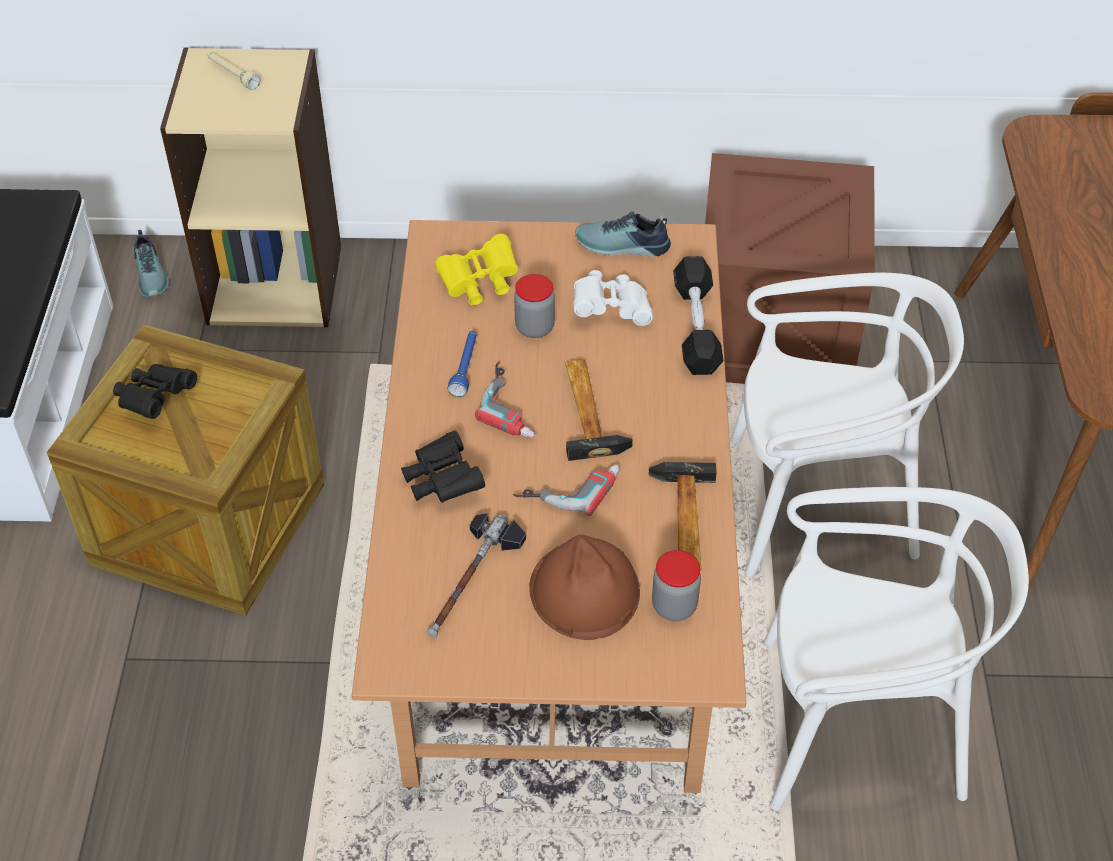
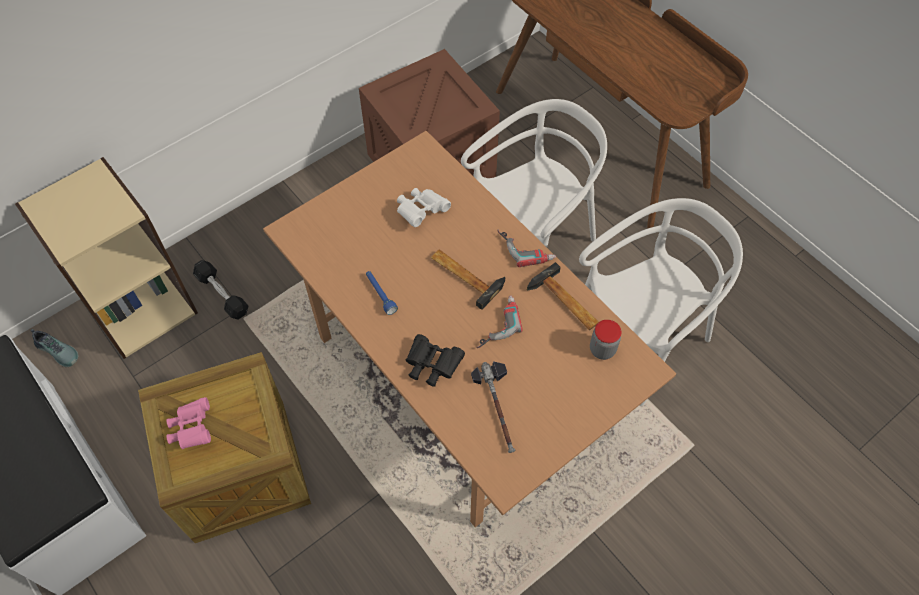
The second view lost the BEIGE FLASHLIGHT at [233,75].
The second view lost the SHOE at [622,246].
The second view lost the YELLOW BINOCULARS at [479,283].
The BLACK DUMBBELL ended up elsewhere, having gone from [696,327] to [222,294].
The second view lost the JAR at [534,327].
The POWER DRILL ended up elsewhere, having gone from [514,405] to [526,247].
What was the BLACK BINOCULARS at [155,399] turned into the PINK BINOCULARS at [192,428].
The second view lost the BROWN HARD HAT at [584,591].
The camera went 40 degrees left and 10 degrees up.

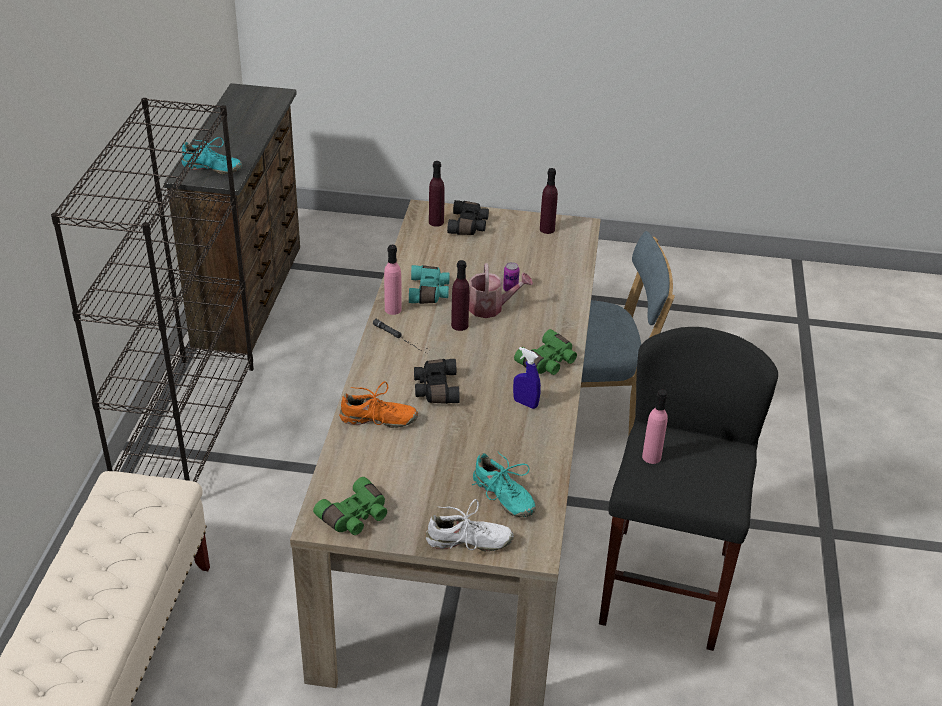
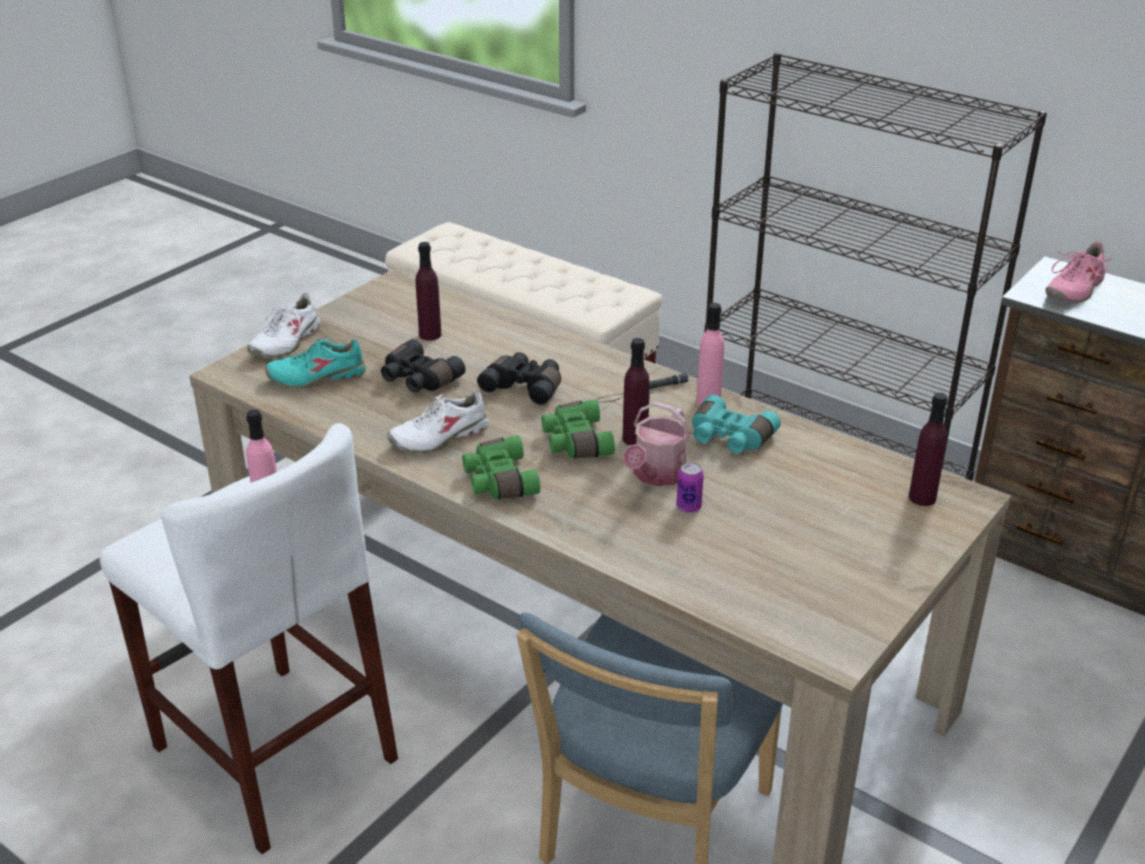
What was the TURQUOISE SHOE at [212,168] turned into the PINK SHOE at [1073,289].
The PURPLE BOTTLE ended up elsewhere, having gone from [547,229] to [430,335].
The BLACK BINOCULARS ended up elsewhere, having gone from [469,225] to [418,379].
What was the BLACK STOOL at [664,587] turned into the WHITE STOOL at [274,752].
Where the BLUE SPRAY BOTTLE stood at [525,403], the WHITE SHOE came to stand at [439,437].
The second view lost the ORANGE SHOE at [378,420].
The GREEN BINOCULARS ended up elsewhere, having gone from [355,517] to [575,442].
The camera went 120 degrees right and 5 degrees down.

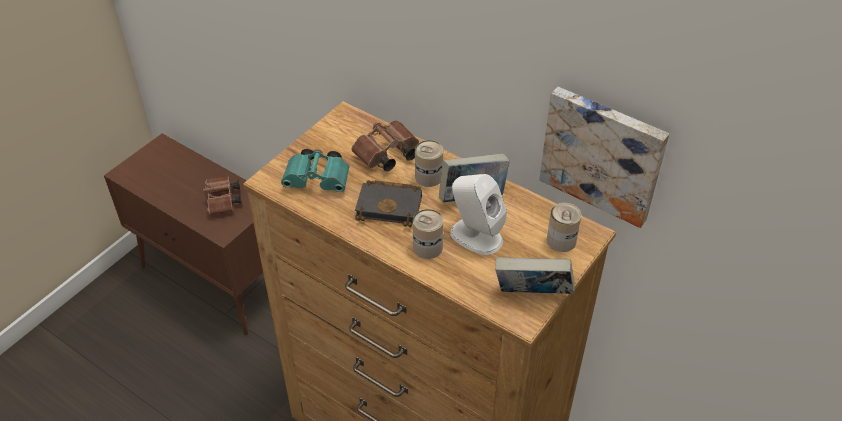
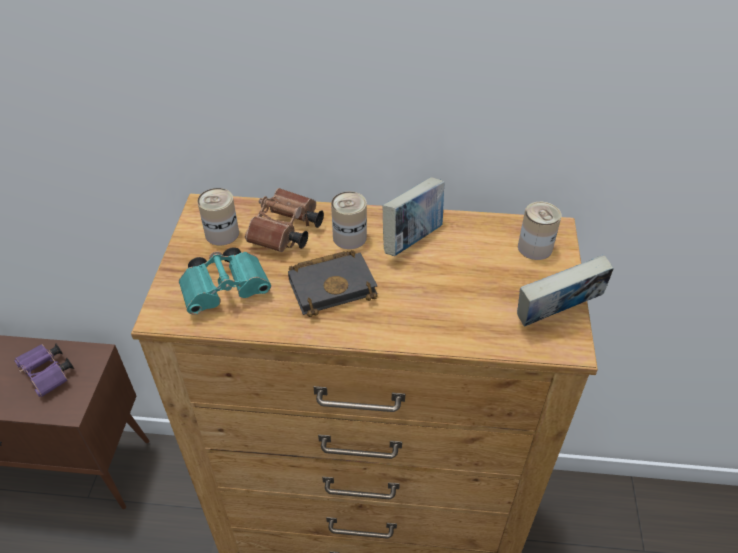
The second view lost the PICTURE at [603,154].
The second view lost the WHITE SPEAKER at [475,236].
What was the BROWN BINOCULARS at [223,202] turned into the PURPLE BINOCULARS at [48,375].
The CAN ended up elsewhere, having gone from [427,247] to [222,233].
The camera went 30 degrees left and 0 degrees up.

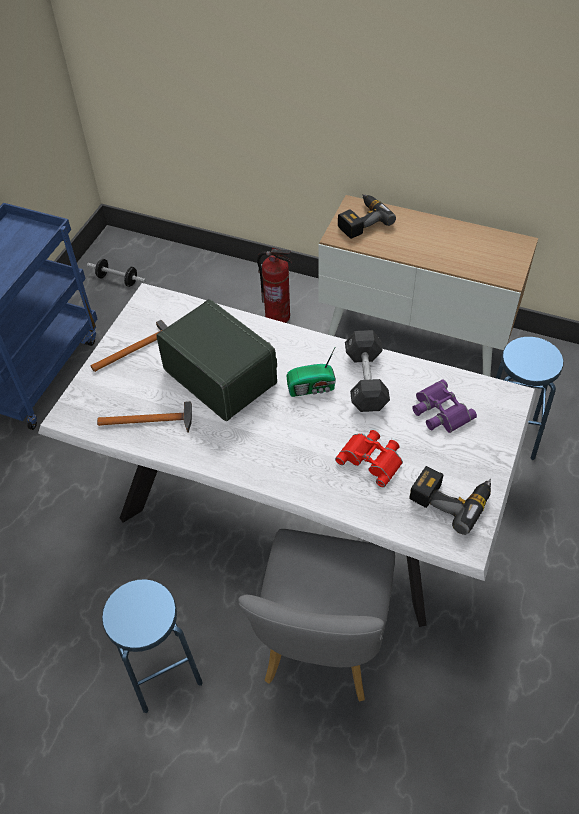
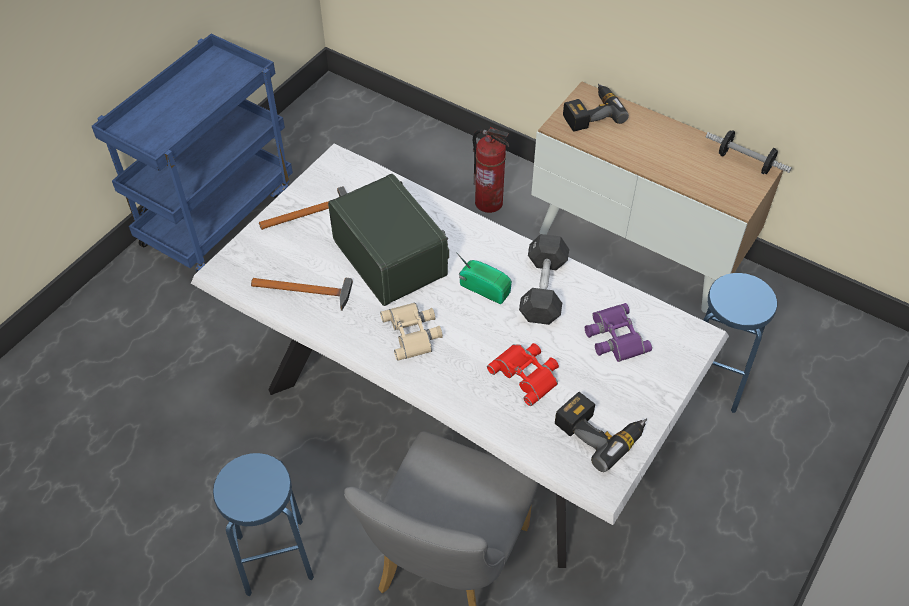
The DUMBBELL ended up elsewhere, having gone from [118,280] to [744,162].
The RADIO at [312,388] ended up facing another way, 150 degrees counterclockwise from before.
The second view gained the BEIGE BINOCULARS at [413,333].
The camera went 10 degrees right and 0 degrees up.

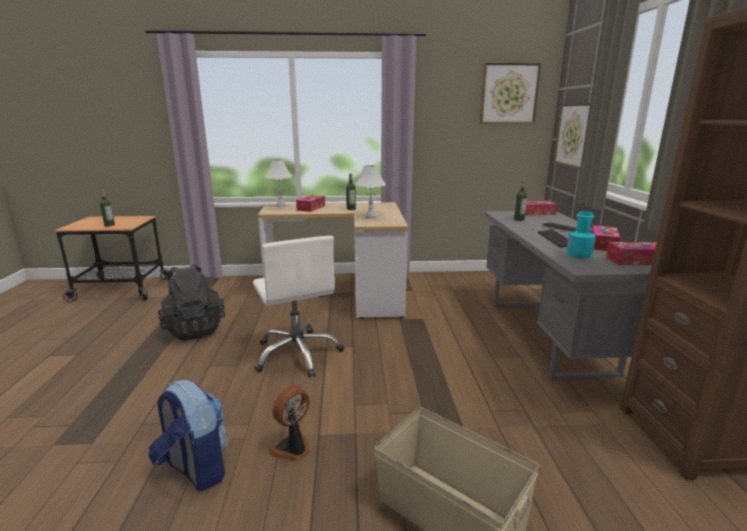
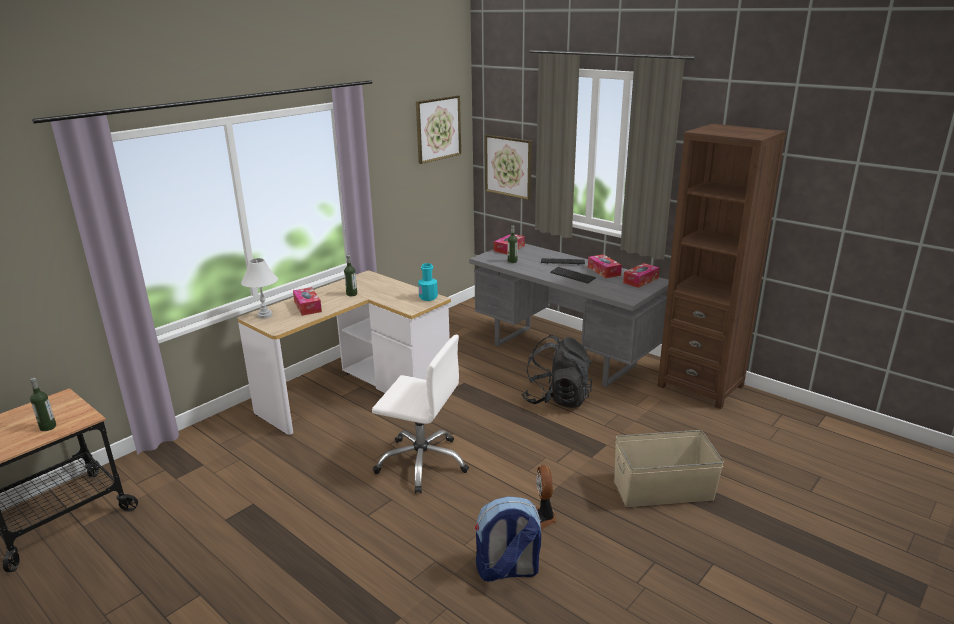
The second view lost the WHITE TABLE LAMP at [370,217].
The TURQUOISE BOTTLE ended up elsewhere, having gone from [578,255] to [428,297].
The BLACK BACKPACK ended up elsewhere, having gone from [194,329] to [556,399].
The camera went 45 degrees left and 5 degrees up.

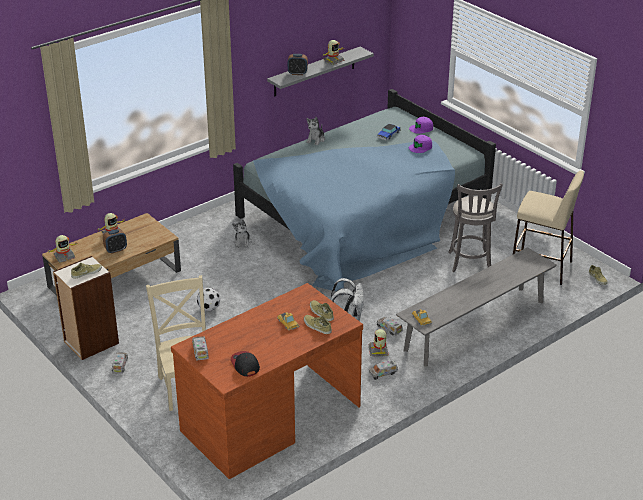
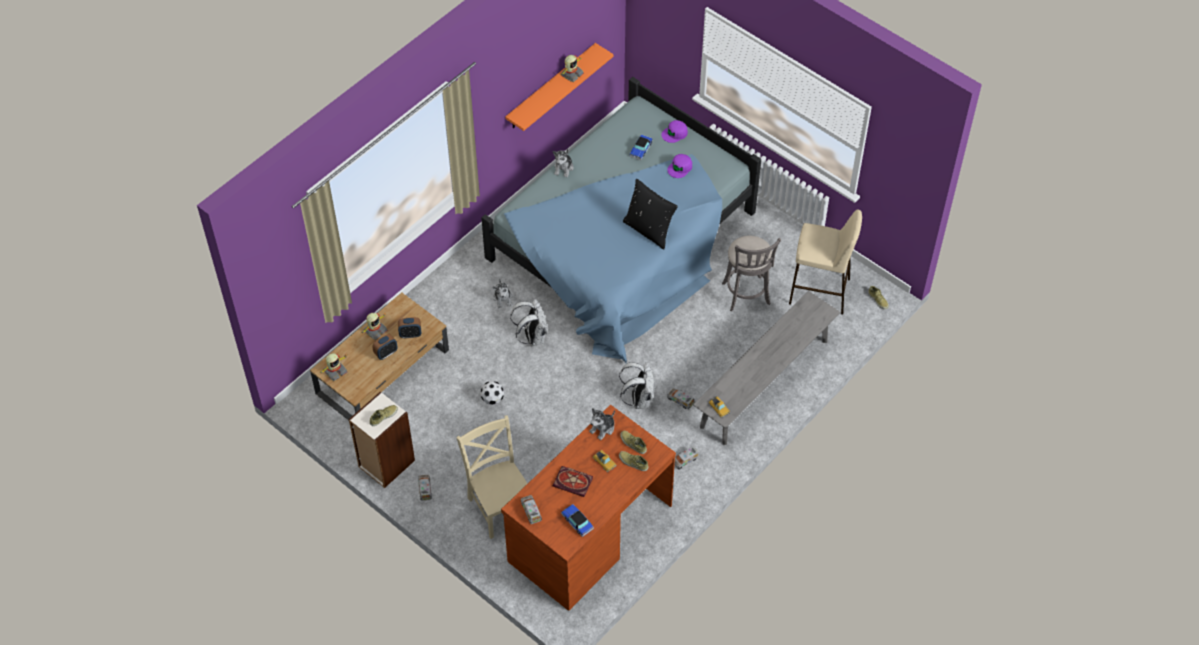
What was the GREY SHELF at [314,72] turned into the ORANGE SHELF at [551,87].
The ALARM CLOCK ended up elsewhere, having gone from [297,73] to [410,334].
The second view lost the TOY ROBOT at [379,350].
Where the CAP stood at [245,365], the TOY CAR came to stand at [577,522].
The second view gained the BLACK PILLOW at [649,230].
The second view gained the WHITE BACKPACK at [532,337].
The second view gained the PLUSH TOY at [603,428].
The second view gained the BOOK at [574,482].
The camera went 10 degrees left and 20 degrees up.

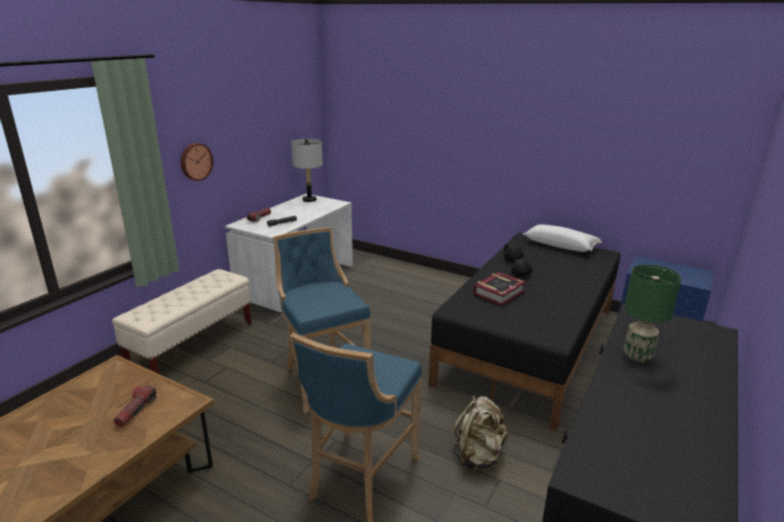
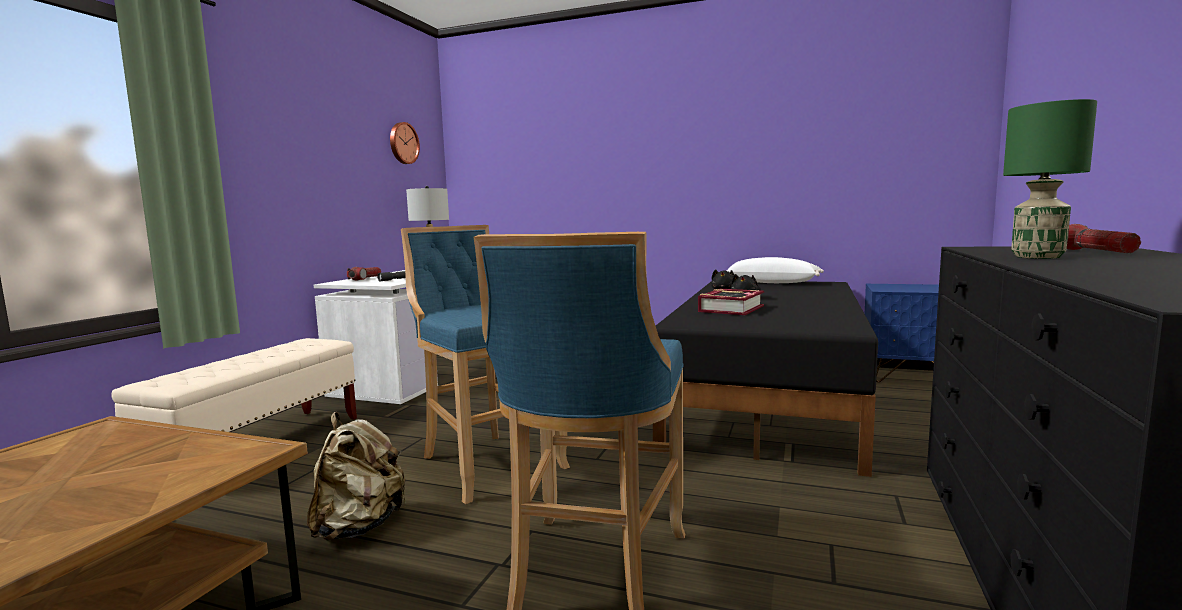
The WALL CLOCK ended up elsewhere, having gone from [195,161] to [403,143].
The FLASHLIGHT ended up elsewhere, having gone from [136,411] to [1093,251].
The BEIGE BACKPACK ended up elsewhere, having gone from [478,456] to [359,527].
The camera went 10 degrees left and 15 degrees down.

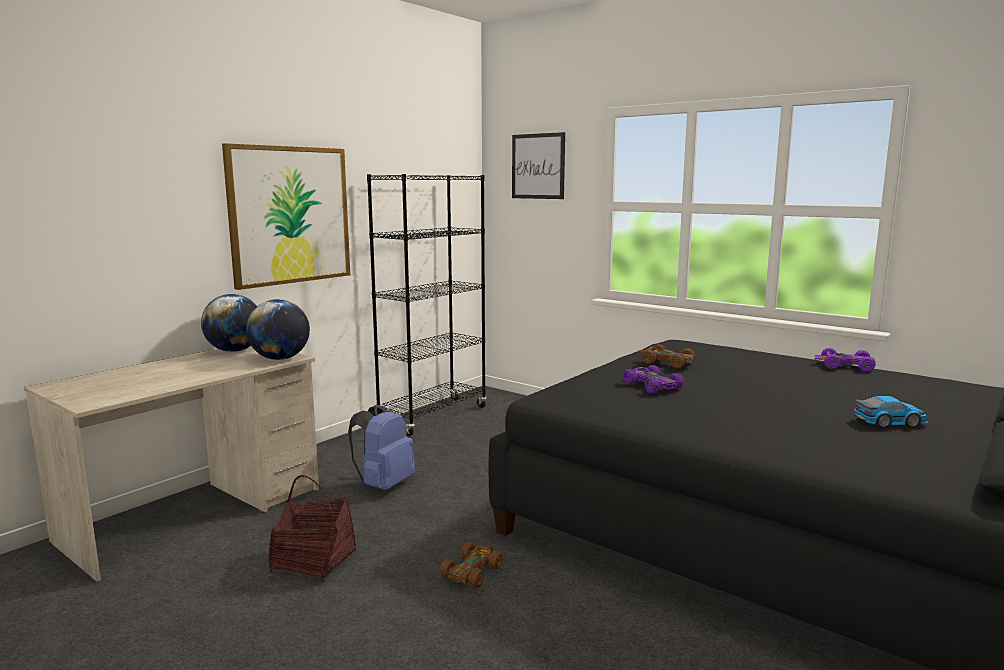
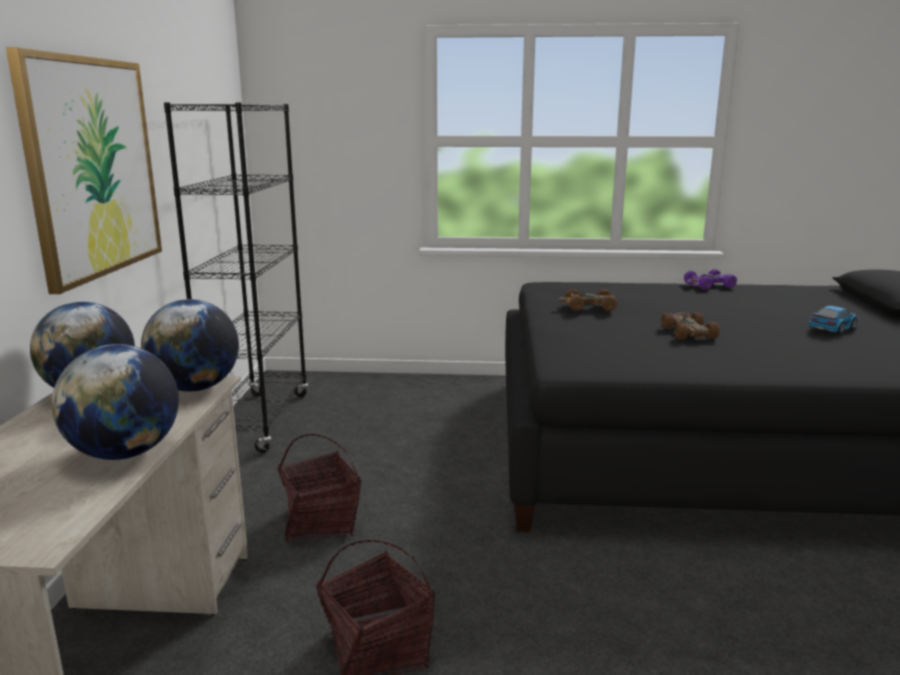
The second view lost the PICTURE at [538,166].
The second view lost the PURPLE TOY CAR at [651,386].
Where the BLUE BACKPACK stood at [384,485], the BASKET came to stand at [321,522].
The BROWN TOY CAR ended up elsewhere, having gone from [472,571] to [687,333].
The second view gained the GLOBE at [125,453].
The camera went 35 degrees left and 5 degrees up.

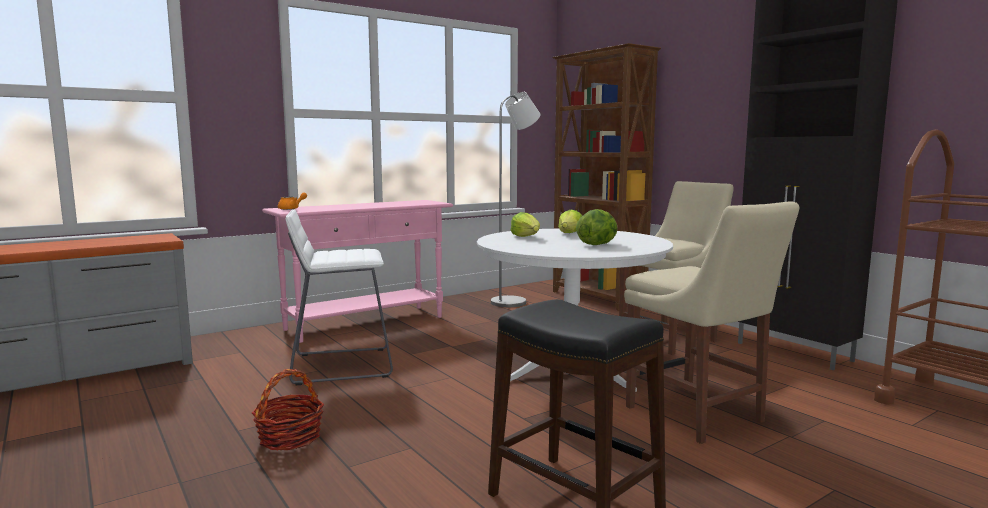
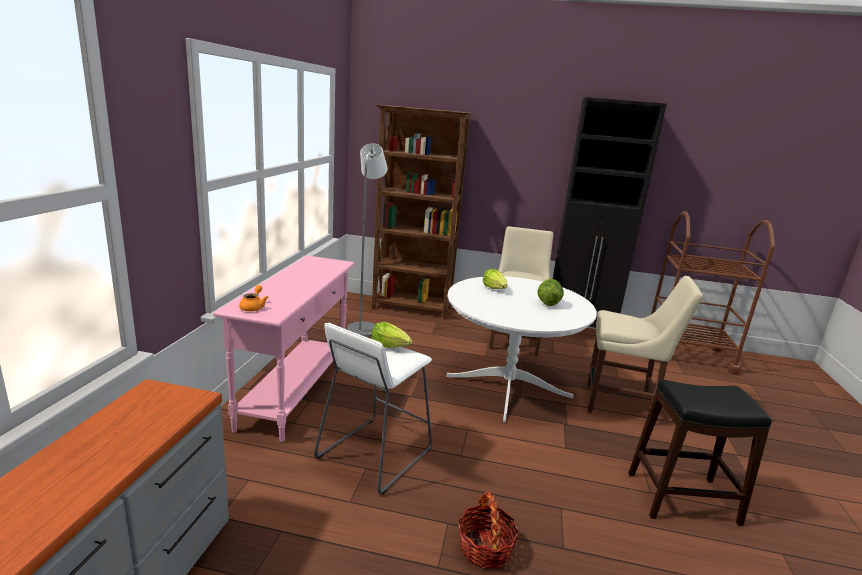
The LETTUCE ended up elsewhere, having gone from [526,237] to [390,346].
The camera went 45 degrees left and 10 degrees up.

